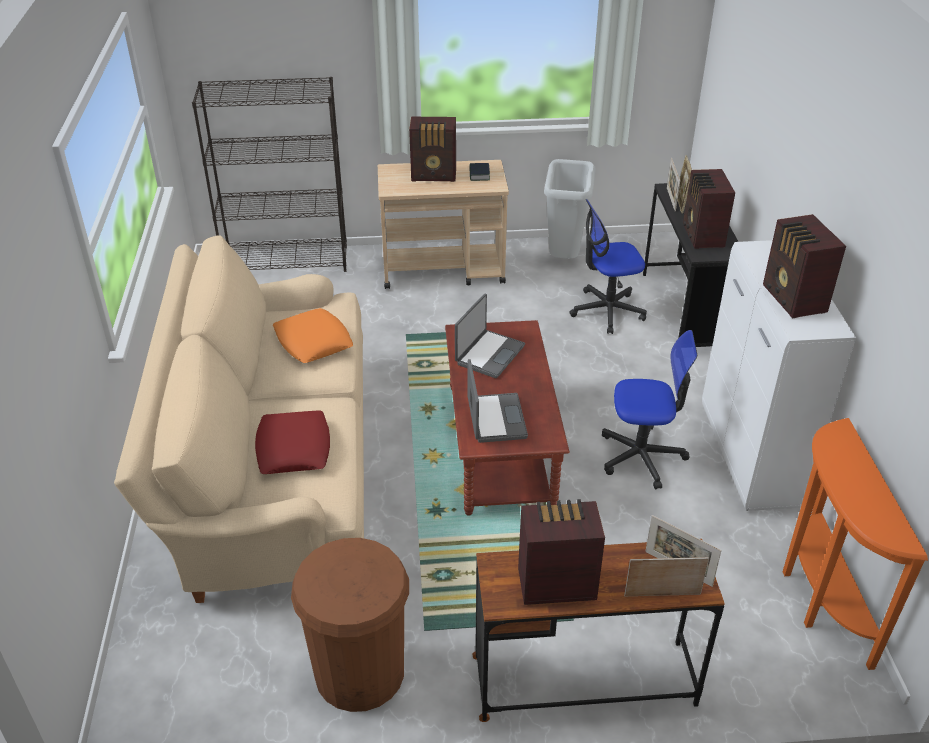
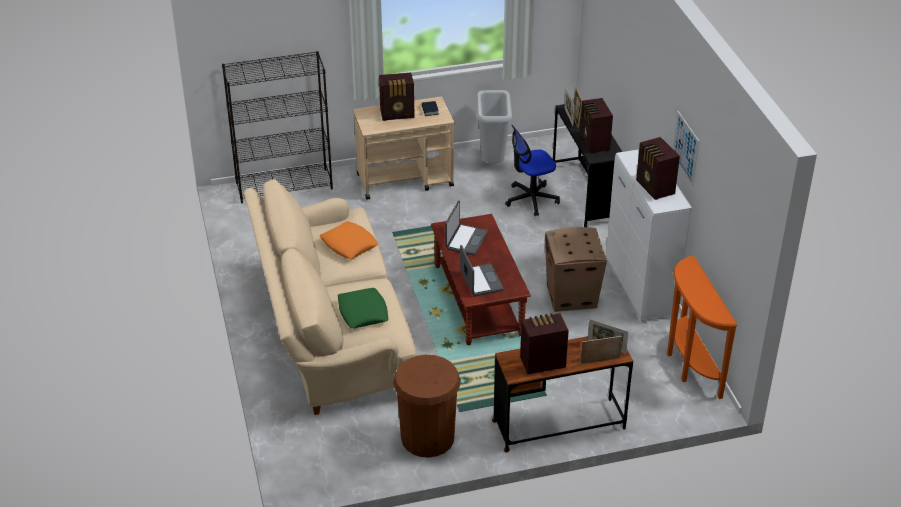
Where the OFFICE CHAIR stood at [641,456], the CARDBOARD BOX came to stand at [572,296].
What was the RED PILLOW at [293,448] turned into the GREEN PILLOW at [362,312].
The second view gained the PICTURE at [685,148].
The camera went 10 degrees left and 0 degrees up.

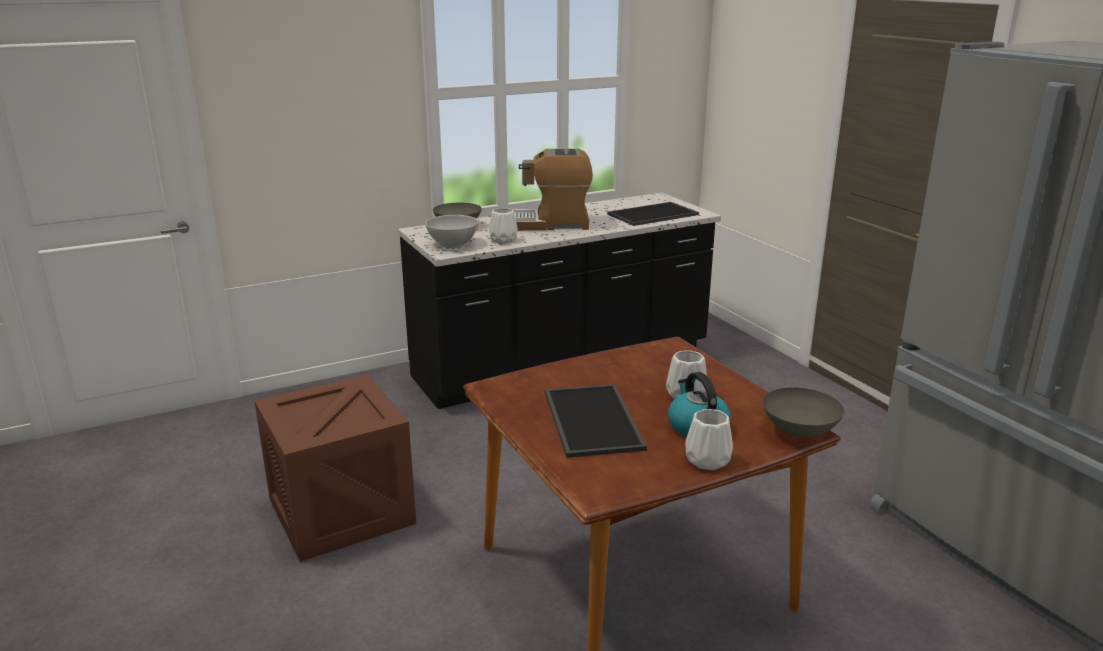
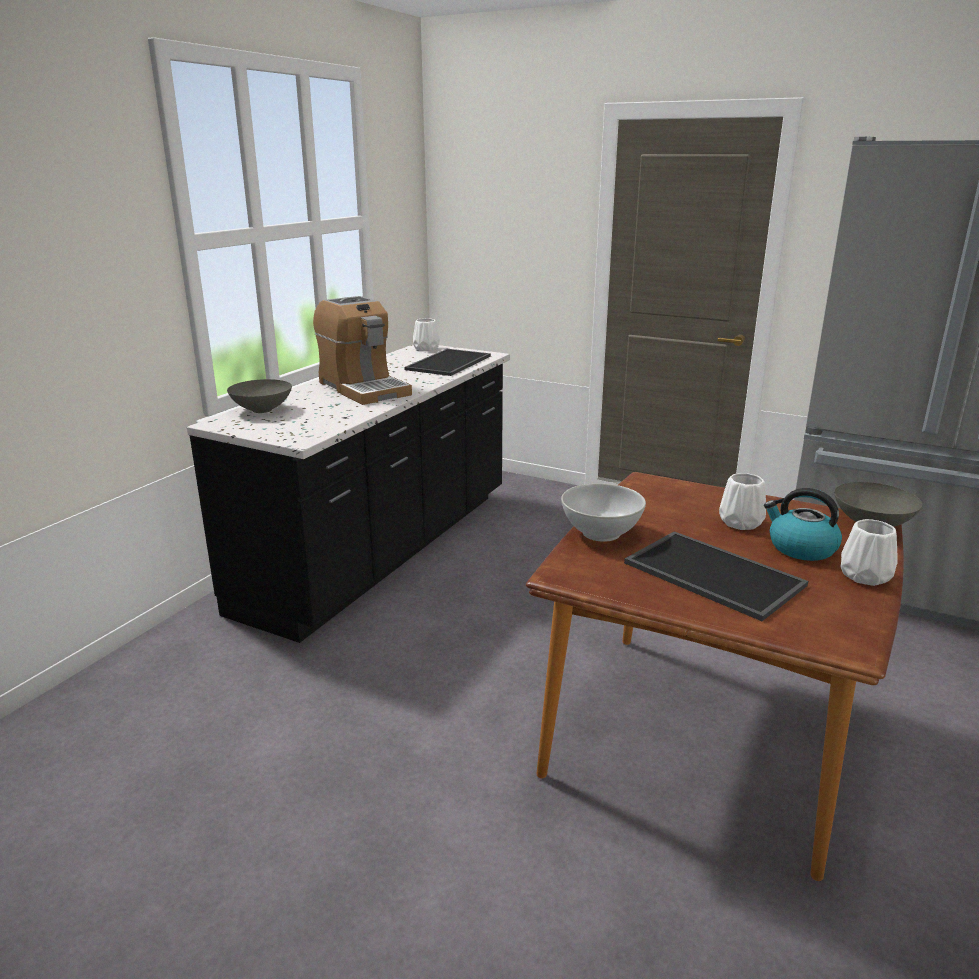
The COFFEE MACHINE at [550,223] ended up facing another way, 90 degrees counterclockwise from before.
The WHITE VASE ended up elsewhere, having gone from [504,240] to [427,348].
The WHITE BOWL ended up elsewhere, having gone from [452,244] to [600,533].
The second view lost the CRATE at [341,511].
The camera went 35 degrees left and 0 degrees up.

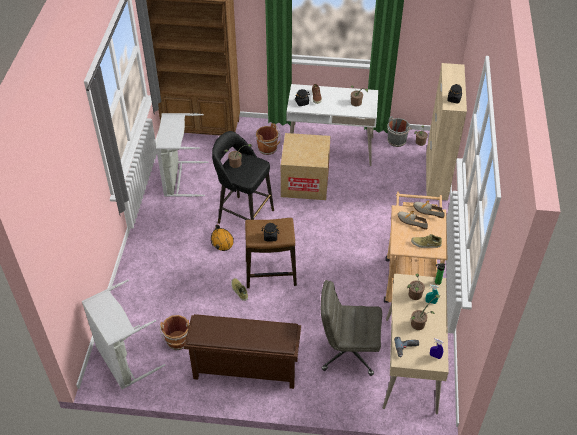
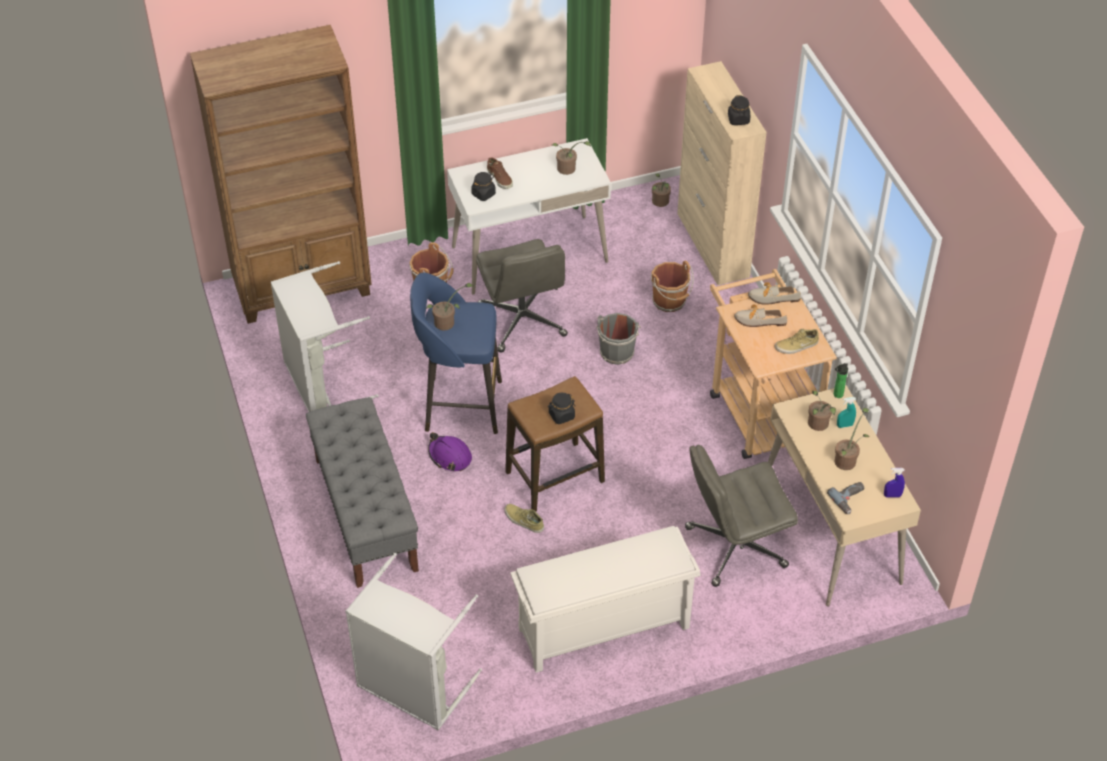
The GREY BUCKET ended up elsewhere, having gone from [397,140] to [617,351].
What was the BLACK STOOL at [244,216] turned into the BLUE STOOL at [460,405].
Where the CARDBOARD BOX stood at [305,182], the GREY OFFICE CHAIR came to stand at [522,321].
What was the ORANGE HARD HAT at [222,241] turned into the PURPLE HARD HAT at [450,456].
What was the BROWN SHOE RACK at [244,369] turned into the WHITE SHOE RACK at [602,629].
The BROWN BUCKET ended up elsewhere, having gone from [178,341] to [670,302].
The second view gained the GREY BENCH at [365,514].
The camera went 25 degrees left and 0 degrees up.

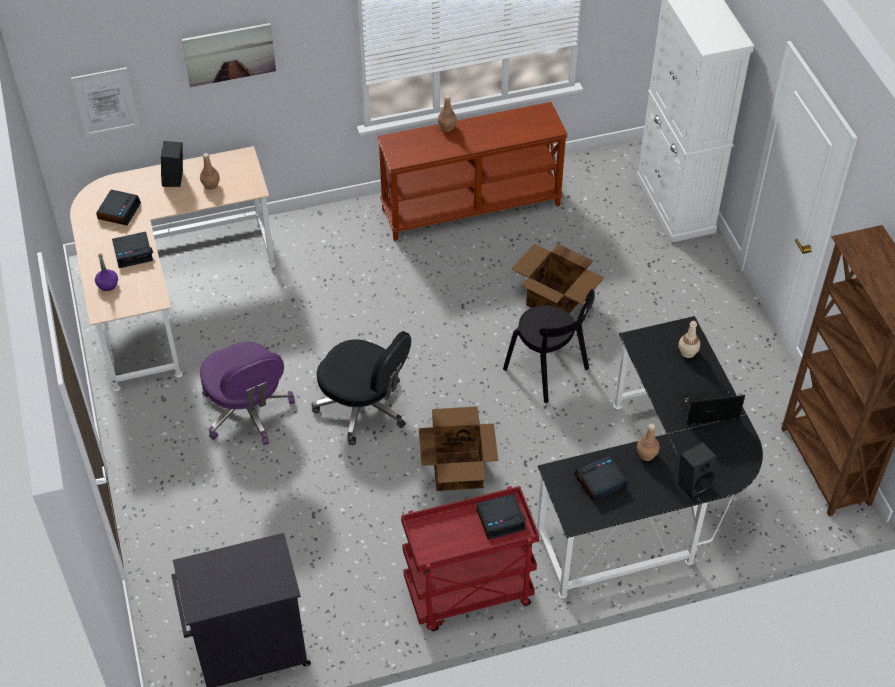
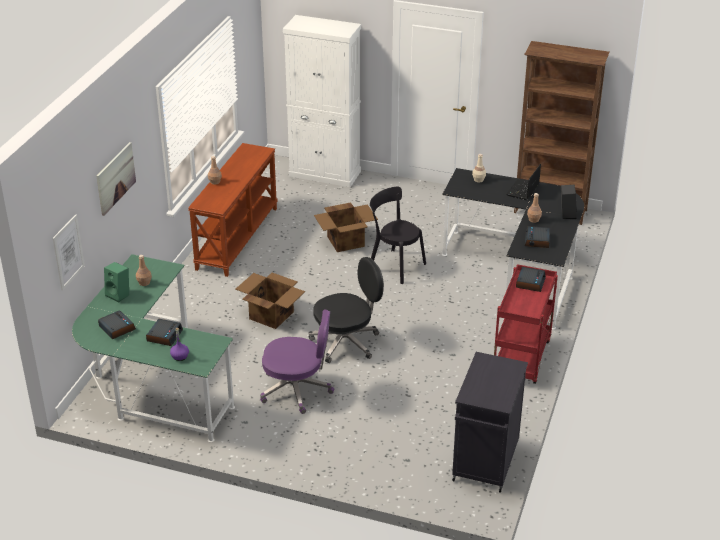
What was the BLACK SPEAKER at [175,179] turned into the GREEN SPEAKER at [119,295].
What was the BEIGE DESK at [167,291] turned into the GREEN DESK at [152,384].
The BLACK CHAIR at [548,371] ended up facing another way, 135 degrees counterclockwise from before.
The CARDBOARD BOX ended up elsewhere, having gone from [458,469] to [271,315].
The camera went 55 degrees left and 15 degrees down.

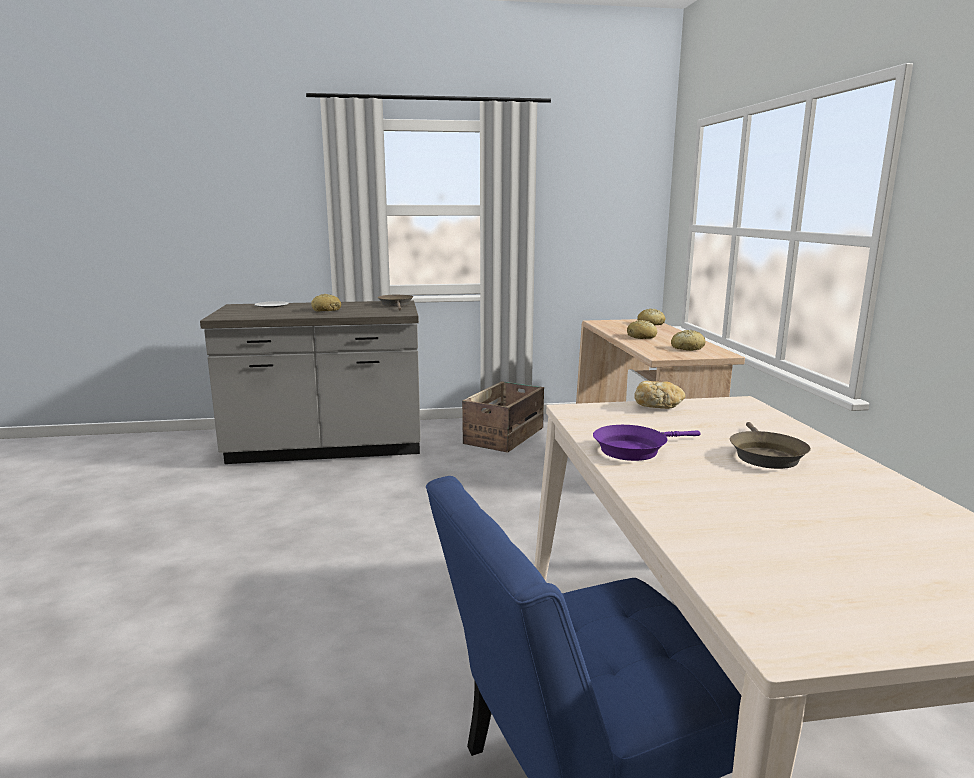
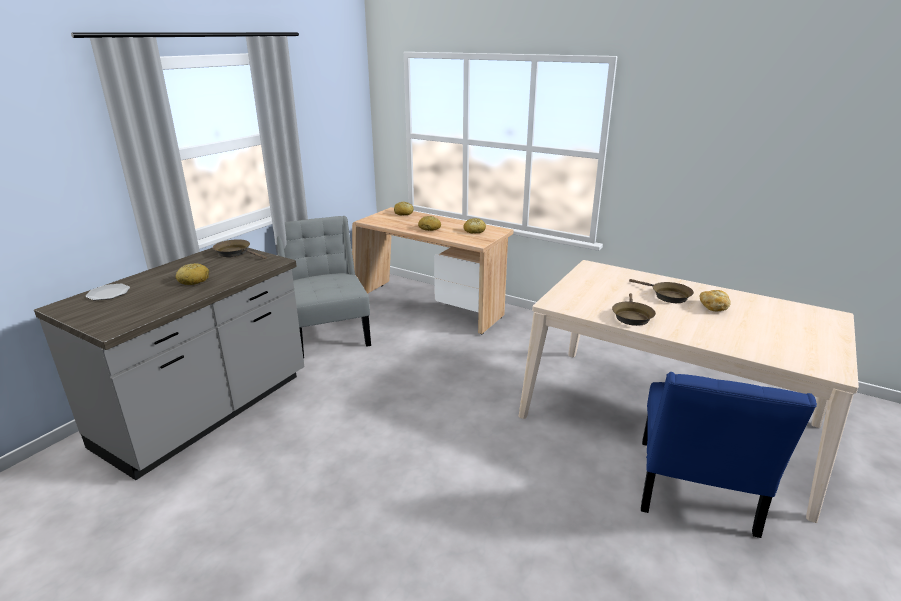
Where the CRATE stood at [505,436], the GREY CHAIR came to stand at [328,333].
The BREAD ended up elsewhere, having gone from [657,406] to [713,307].
What was the PURPLE FRYING PAN at [634,449] turned into the BROWN FRYING PAN at [631,316].
The camera went 50 degrees left and 10 degrees up.

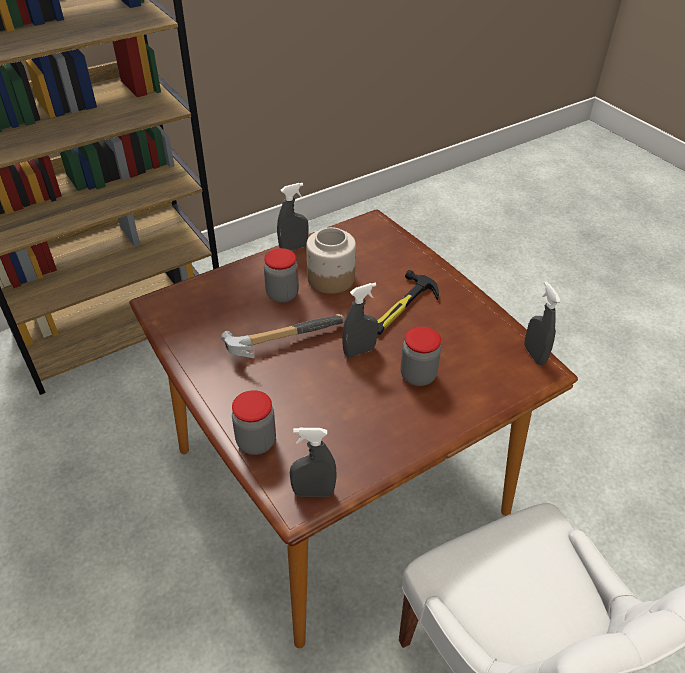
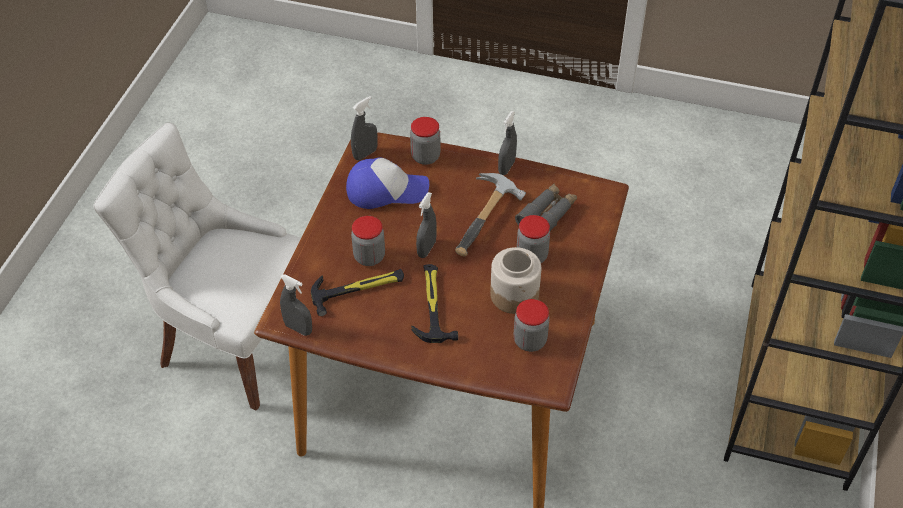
The GREY SPRAY BOTTLE ended up elsewhere, having gone from [293,248] to [506,167].
The second view gained the CAP at [386,190].
The second view gained the GREY BINOCULARS at [547,215].
The second view gained the HAMMER at [358,288].
The second view gained the JAR at [530,341].
The camera went 140 degrees right and 5 degrees up.

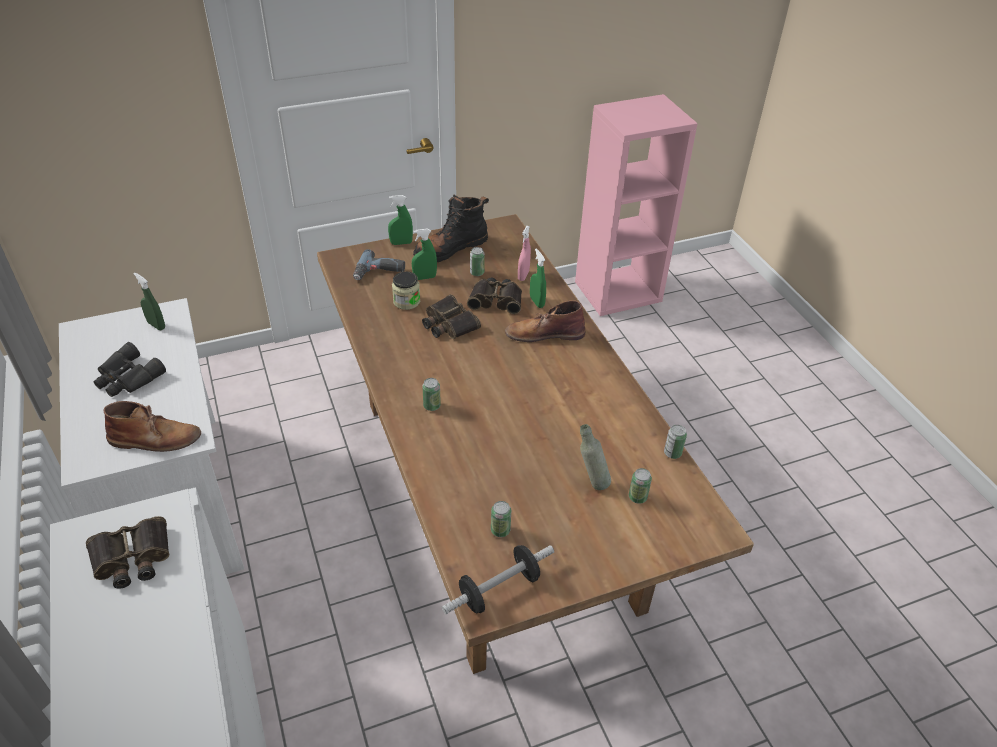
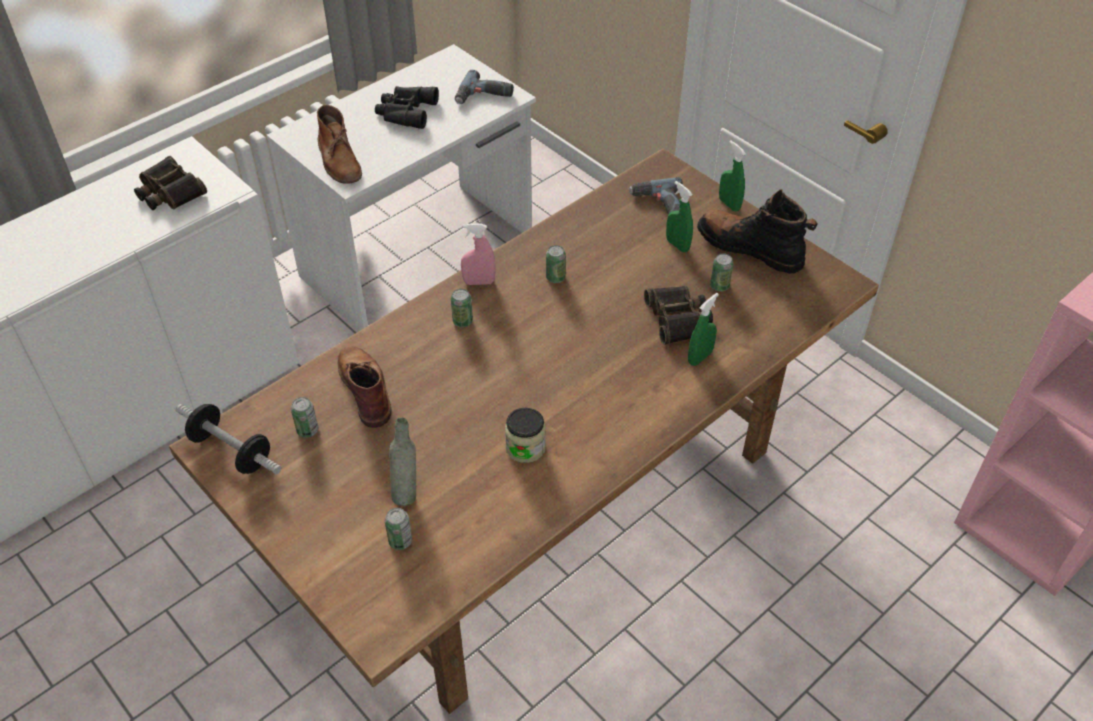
The PINK SPRAY BOTTLE ended up elsewhere, having gone from [523,276] to [479,282].
The JAR ended up elsewhere, having gone from [406,301] to [525,447].
Where the GREEN SPRAY BOTTLE stood at [156,325], the POWER DRILL came to stand at [484,97].
The second view lost the BINOCULARS at [448,324].
The BROWN BOOT ended up elsewhere, having gone from [544,333] to [365,388].
The CAN ended up elsewhere, having gone from [672,453] to [555,277].
The camera went 70 degrees right and 5 degrees up.

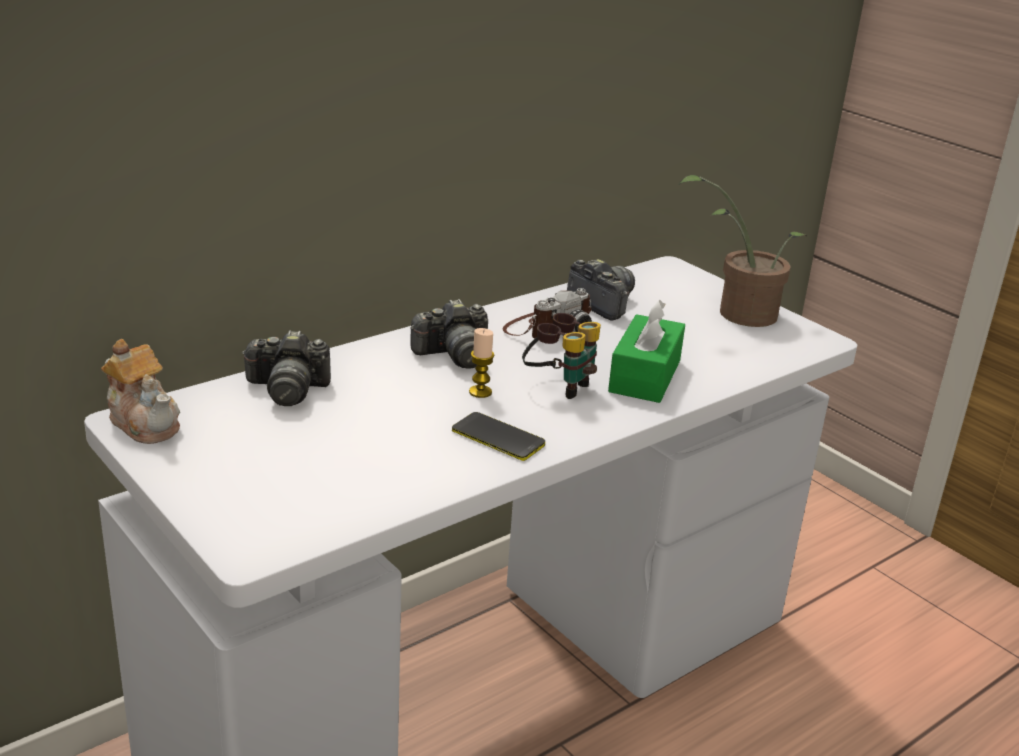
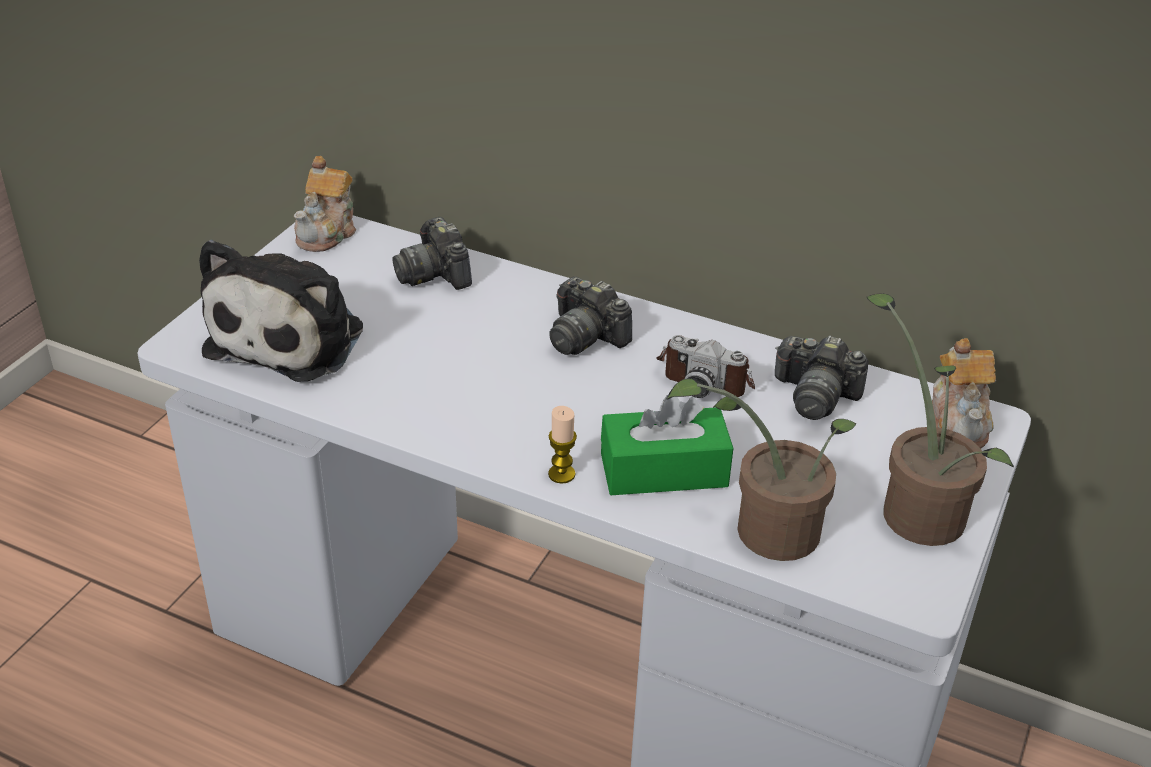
The PHOTO CAMERA at [602,303] ended up facing another way, 90 degrees clockwise from before.
The second view lost the BINOCULARS at [559,385].
The CANDLE ended up elsewhere, having gone from [480,392] to [561,474].
The second view lost the PHONE at [498,437].
The second view gained the PLUSH TOY at [292,336].
The second view gained the TEAPOT at [959,422].
The second view gained the POTTED PLANT at [764,531].
The camera went 65 degrees right and 10 degrees up.

